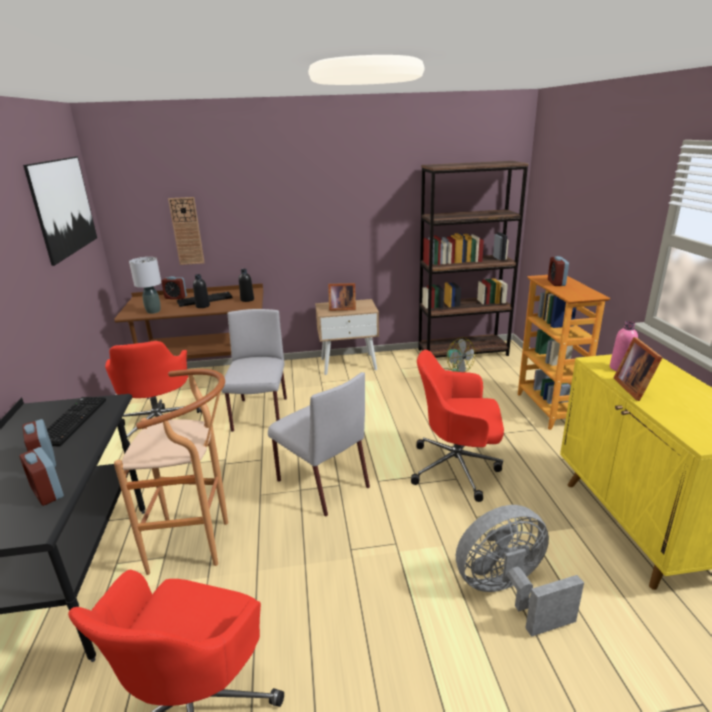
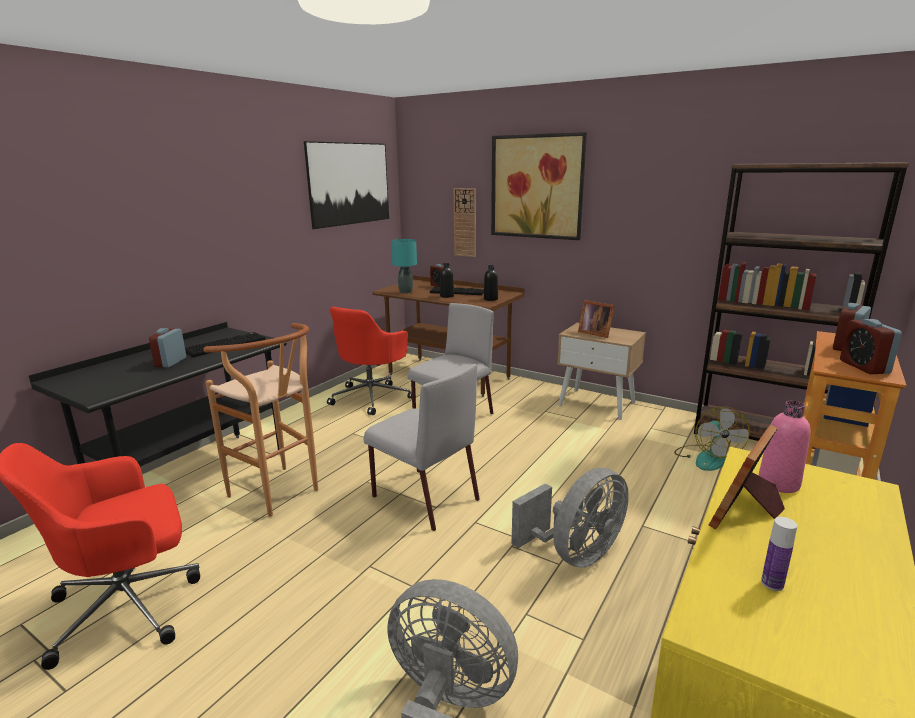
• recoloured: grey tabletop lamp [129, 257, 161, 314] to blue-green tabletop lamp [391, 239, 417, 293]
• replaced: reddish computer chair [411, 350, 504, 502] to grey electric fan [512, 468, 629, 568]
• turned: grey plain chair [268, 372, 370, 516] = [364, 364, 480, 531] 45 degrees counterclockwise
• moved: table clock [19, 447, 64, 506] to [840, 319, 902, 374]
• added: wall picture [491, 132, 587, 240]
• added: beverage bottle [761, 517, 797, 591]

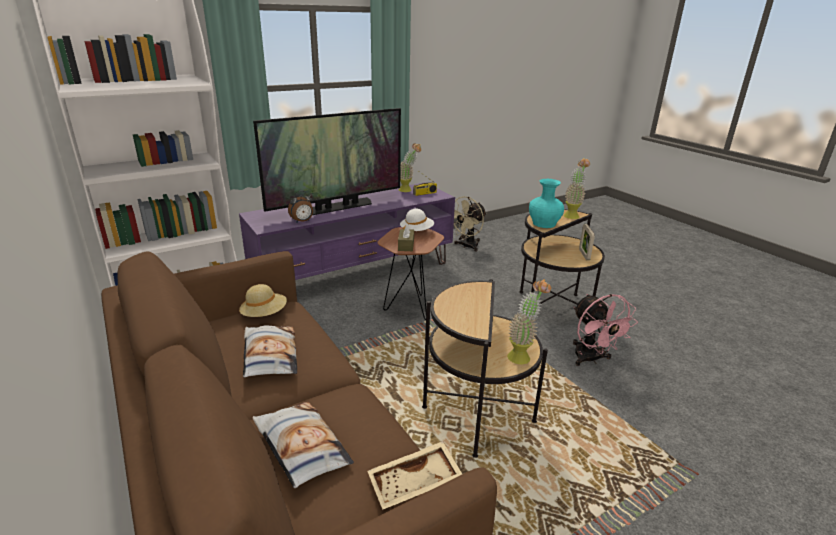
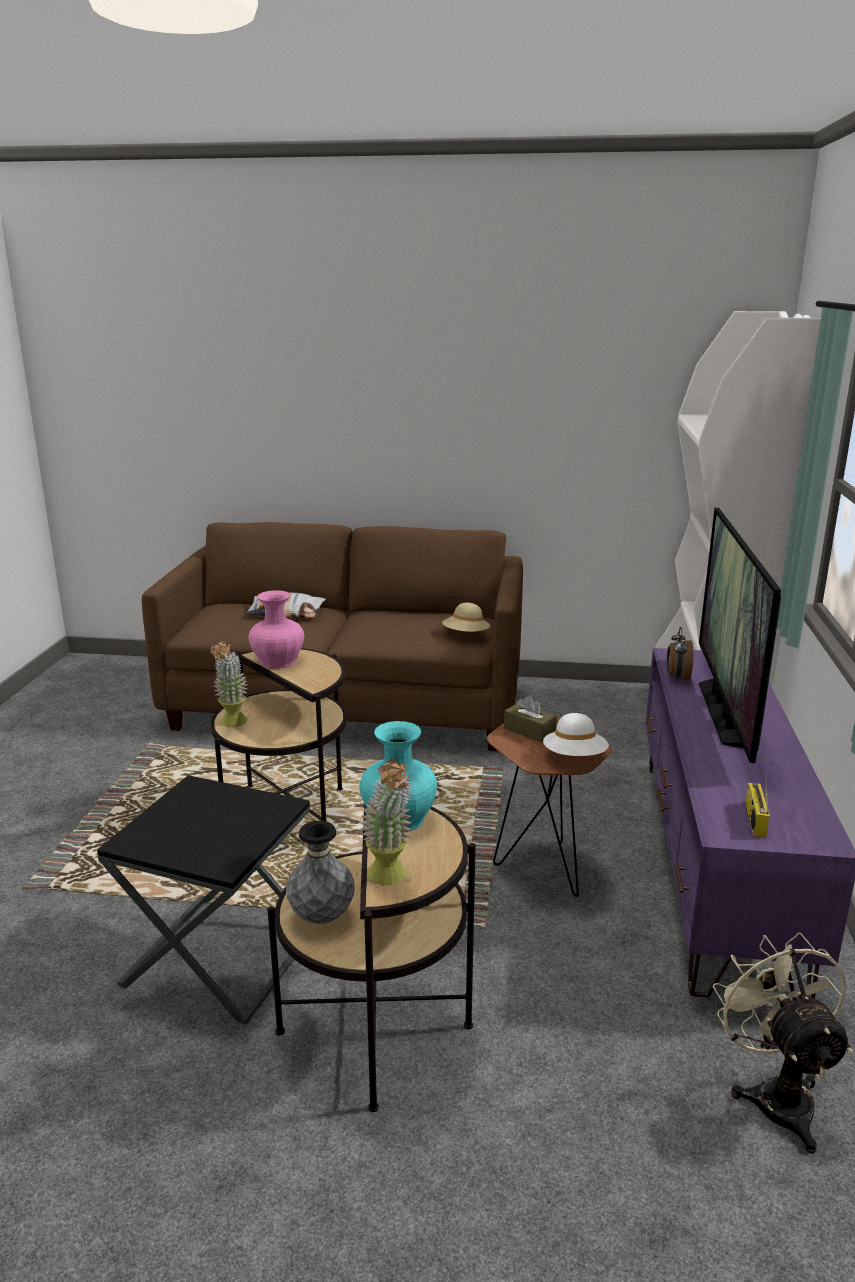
• removed: houseplant [399, 143, 421, 192]
• replaced: picture frame [579, 224, 595, 260] to grey decorative vase [286, 821, 354, 924]
• replaced: pinkish electric fan [573, 294, 638, 366] to black side table [97, 775, 310, 1025]
• removed: pillow [243, 325, 298, 378]
• removed: beige tray [367, 441, 462, 510]
• added: pinkish decorative vase [248, 590, 304, 669]

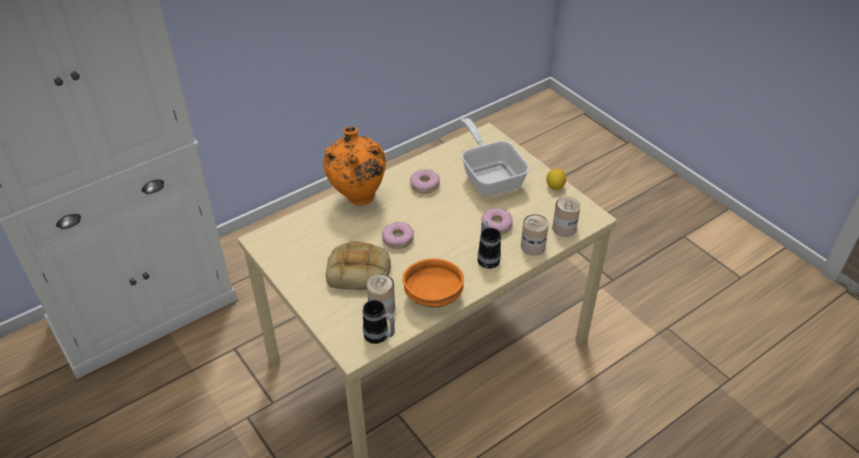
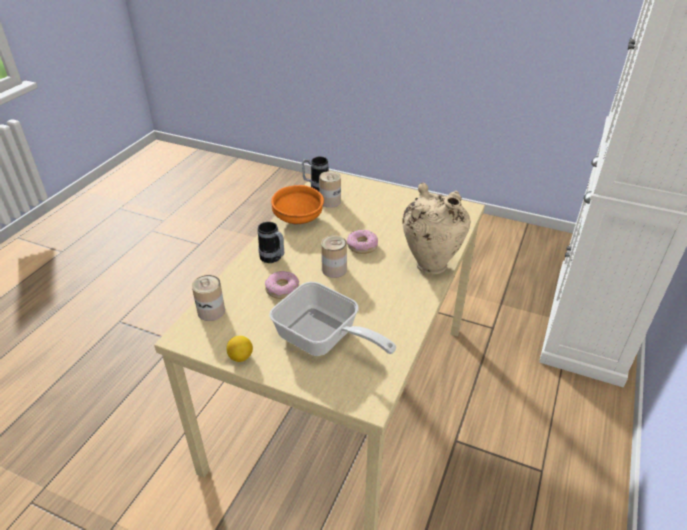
• recoloured: orange decorative vase [323, 127, 386, 205] to beige decorative vase [403, 183, 470, 274]
• removed: doughnut [410, 169, 440, 194]
• moved: can [521, 214, 549, 256] to [321, 235, 347, 278]
• removed: bread [326, 241, 391, 290]

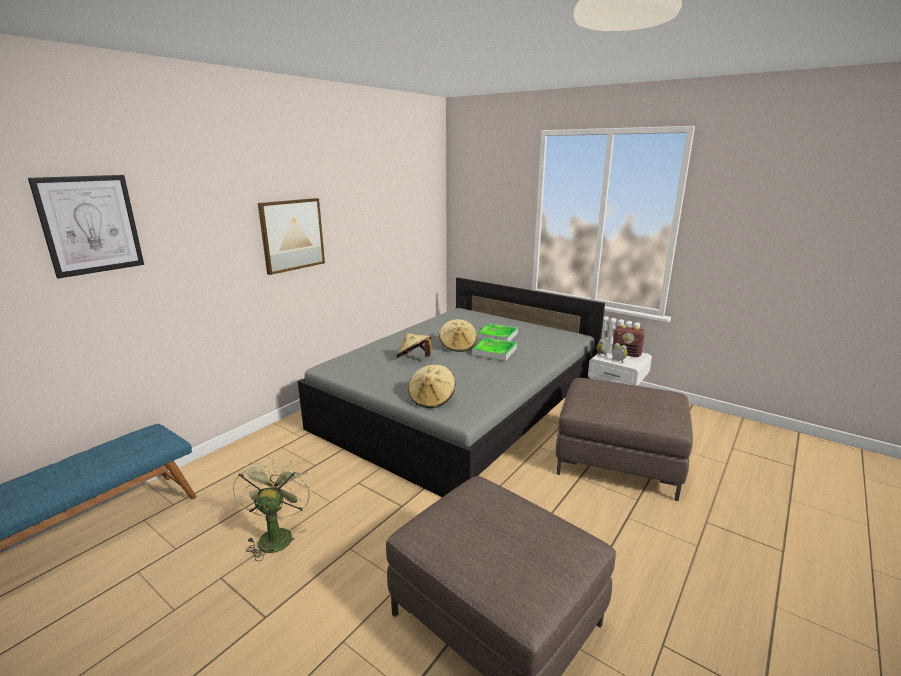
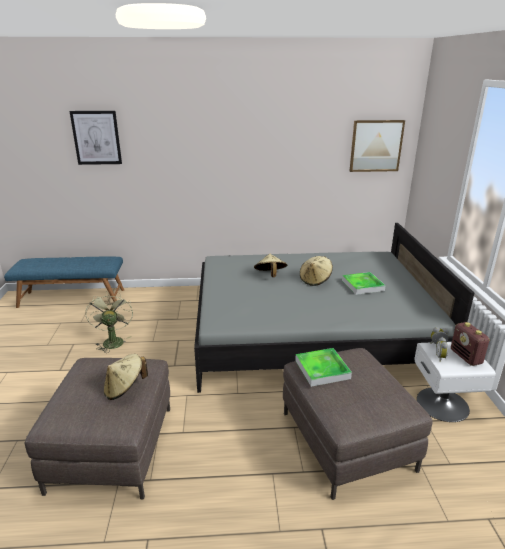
• moved: wall picture [258, 198, 325, 275] to [349, 120, 405, 172]
• moved: tray [472, 338, 517, 361] to [295, 348, 352, 387]
• moved: beige wearable hat [408, 364, 455, 408] to [104, 354, 148, 400]
• turned: green electric fan [233, 456, 311, 561] = [85, 292, 133, 353] 60 degrees counterclockwise

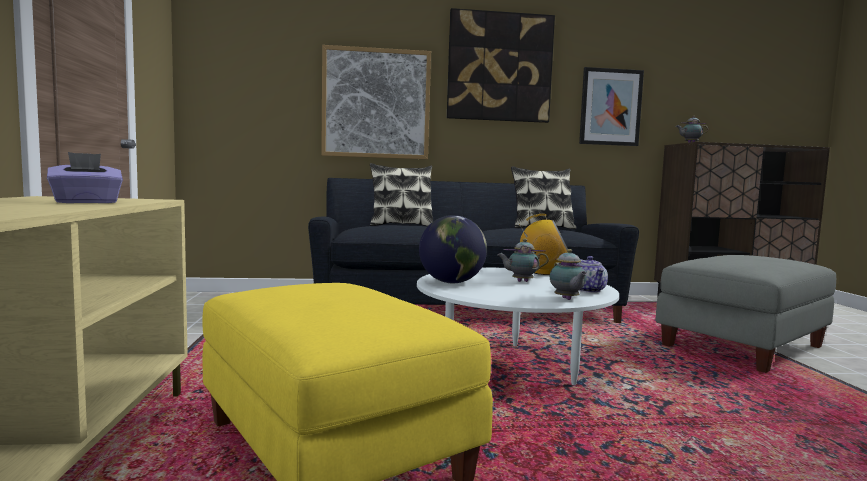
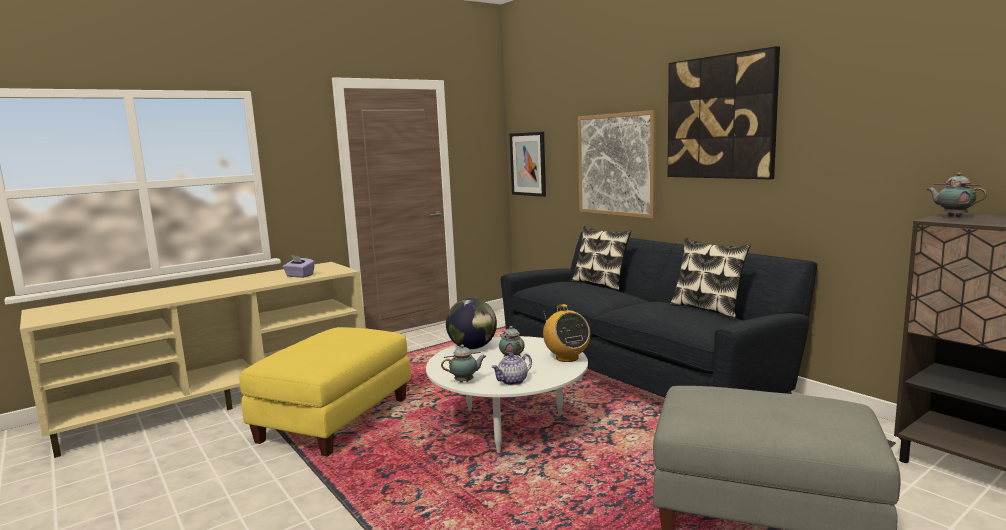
• moved: wall picture [579, 67, 644, 146] to [510, 132, 546, 197]
• turned: tea pot [550, 249, 587, 300] = [441, 344, 486, 383] 150 degrees counterclockwise

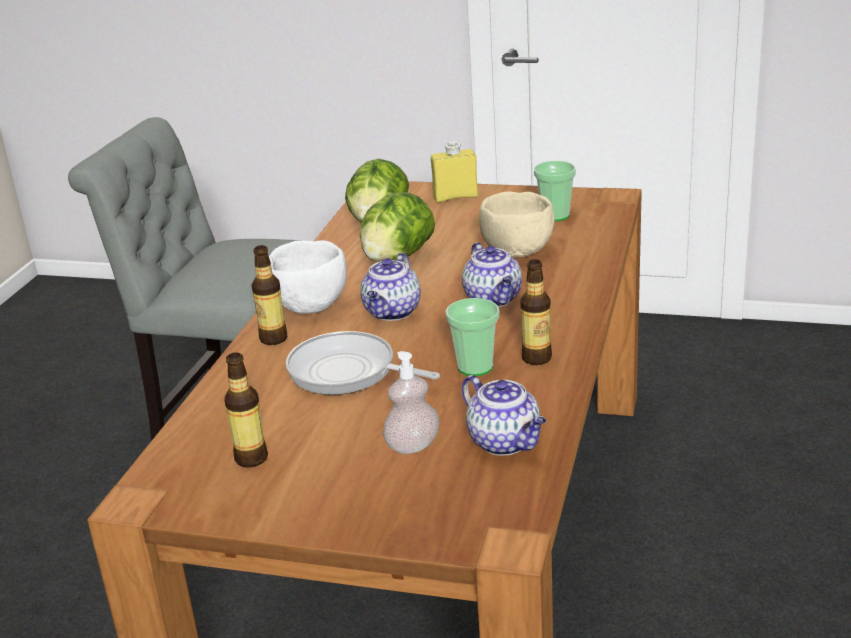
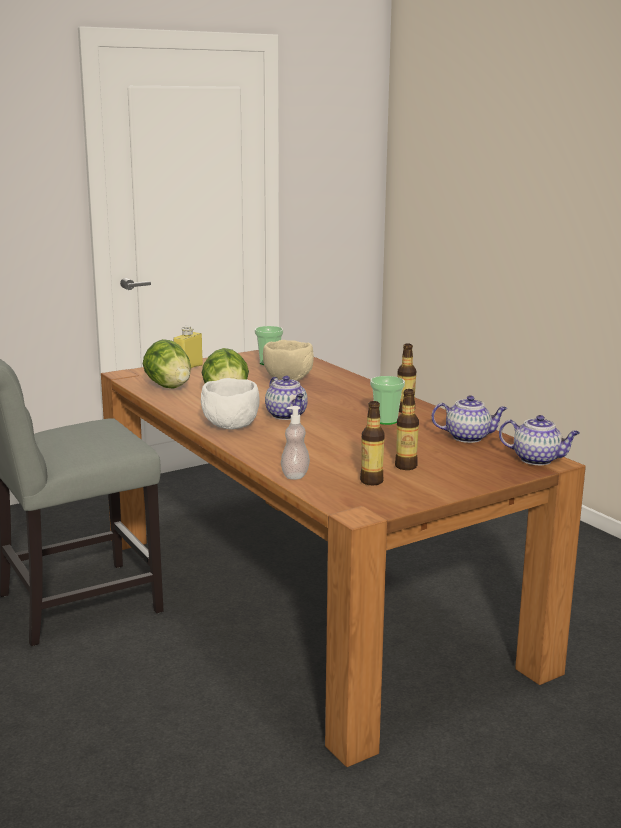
• moved: tea pot [462, 242, 522, 307] to [499, 415, 580, 465]
• moved: beverage bottle [252, 245, 287, 345] to [395, 389, 419, 470]
• removed: pan [286, 331, 440, 395]
• moved: liquid soap bottle [383, 351, 440, 454] to [281, 406, 310, 480]

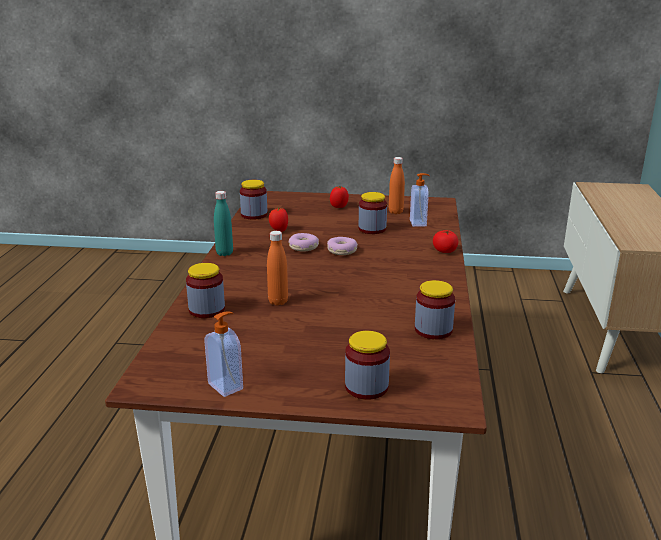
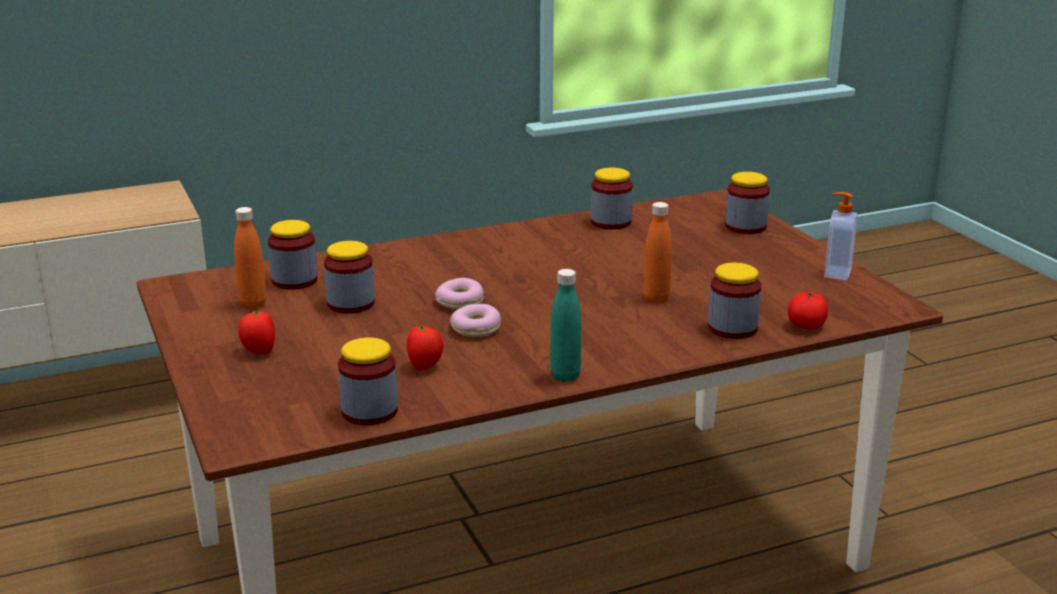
• replaced: liquid soap bottle [410, 173, 430, 227] to storage jar [268, 220, 318, 290]
• moved: tomato [433, 230, 459, 253] to [788, 291, 828, 329]

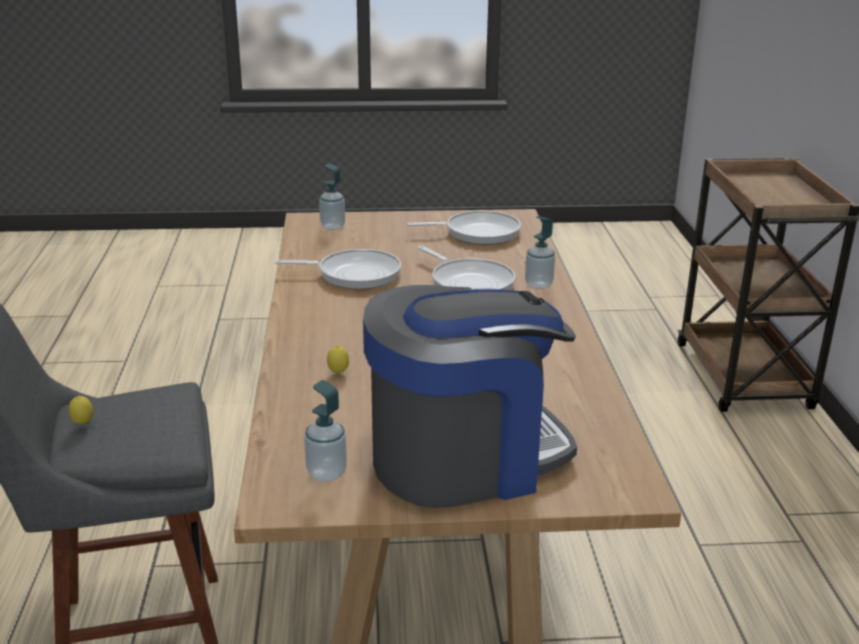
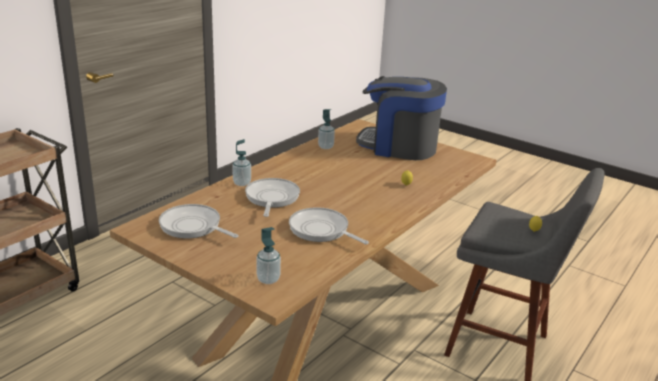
• moved: liquid soap bottle [304, 380, 347, 482] to [318, 109, 335, 149]

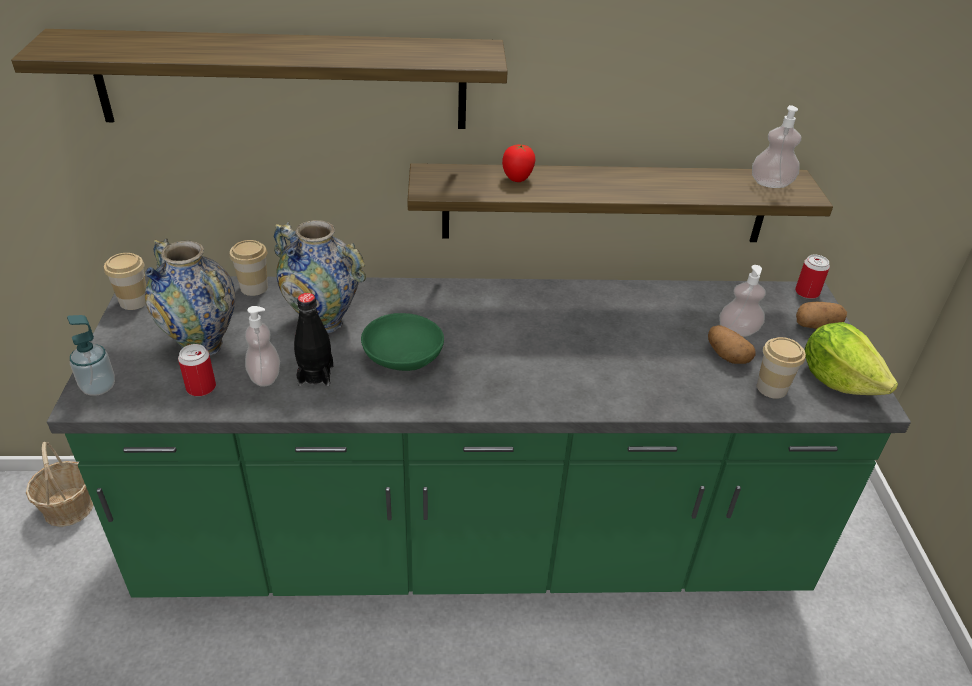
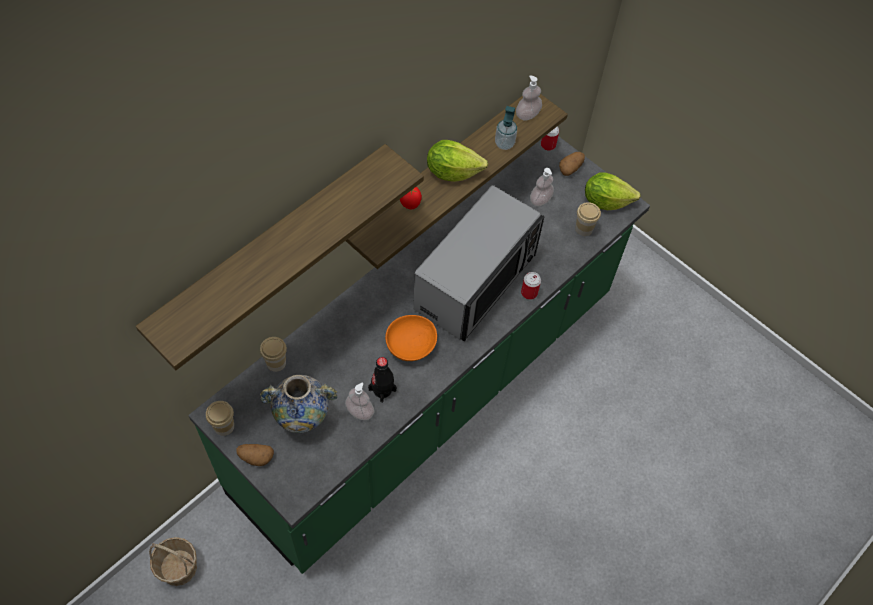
• removed: decorative vase [273, 220, 366, 333]
• recoloured: green serving bowl [361, 313, 444, 371] to orange serving bowl [385, 315, 437, 361]
• moved: liquid soap bottle [67, 315, 115, 396] to [495, 106, 517, 150]
• moved: potato [708, 325, 756, 364] to [237, 444, 274, 466]
• moved: can [178, 344, 216, 397] to [521, 272, 541, 300]
• added: lettuce [427, 140, 488, 182]
• added: kitchen microwave [413, 185, 544, 341]

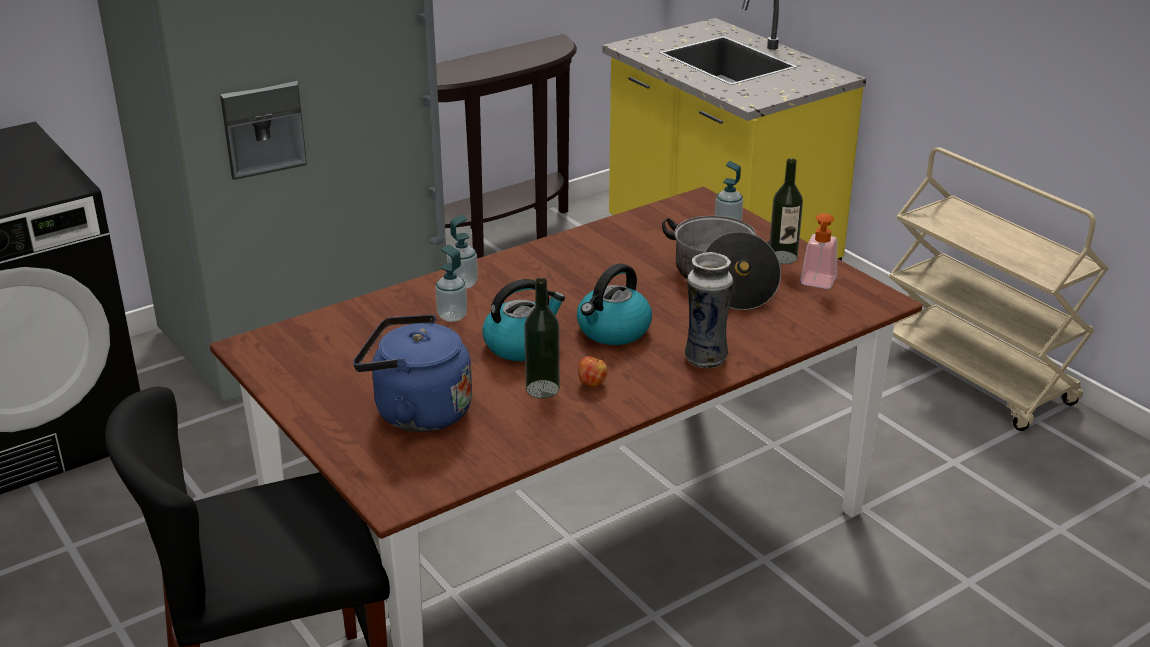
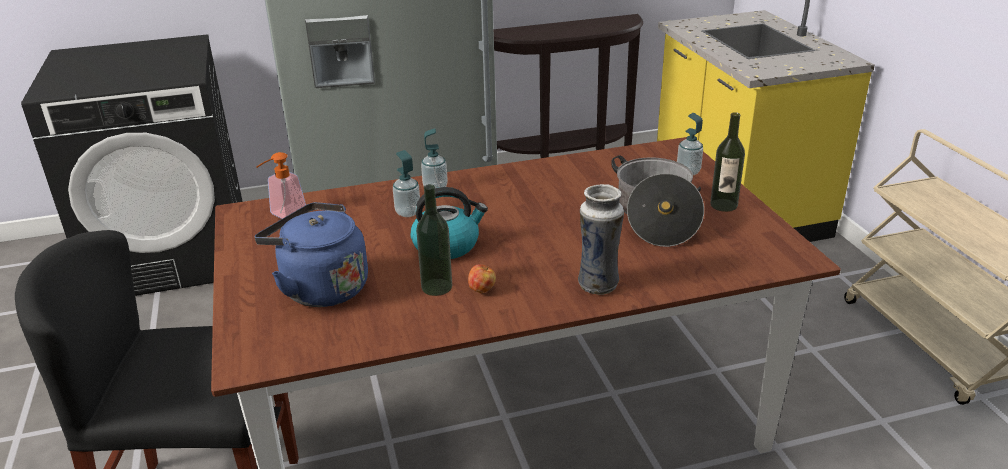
• moved: liquid soap bottle [801, 213, 837, 289] to [256, 152, 306, 219]
• removed: tea kettle [577, 263, 652, 345]

